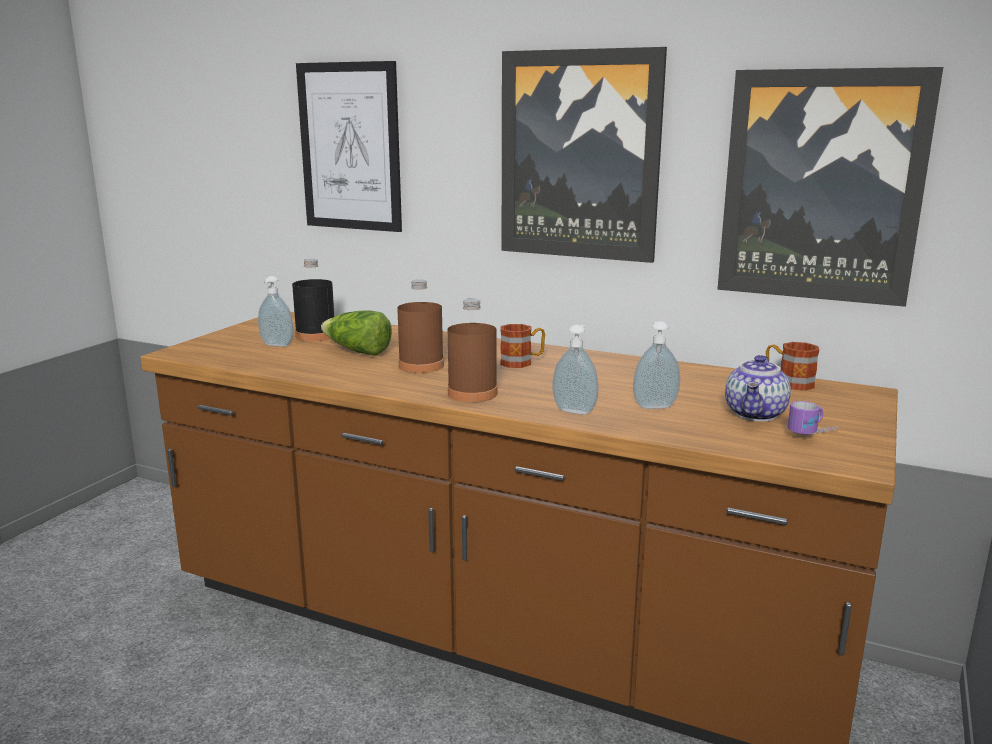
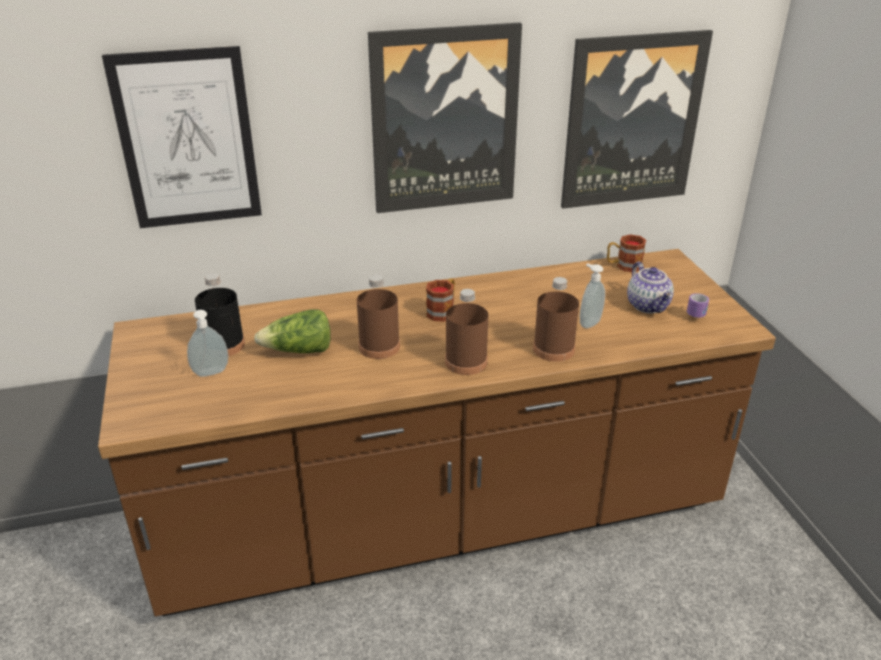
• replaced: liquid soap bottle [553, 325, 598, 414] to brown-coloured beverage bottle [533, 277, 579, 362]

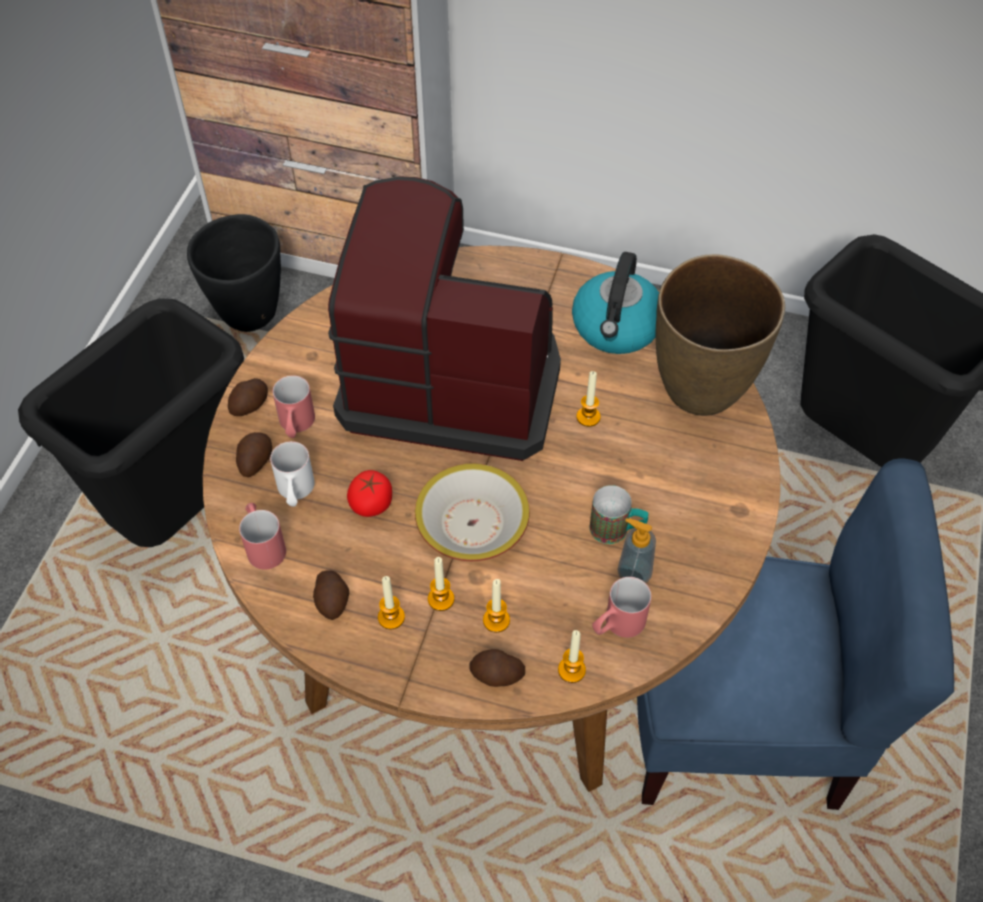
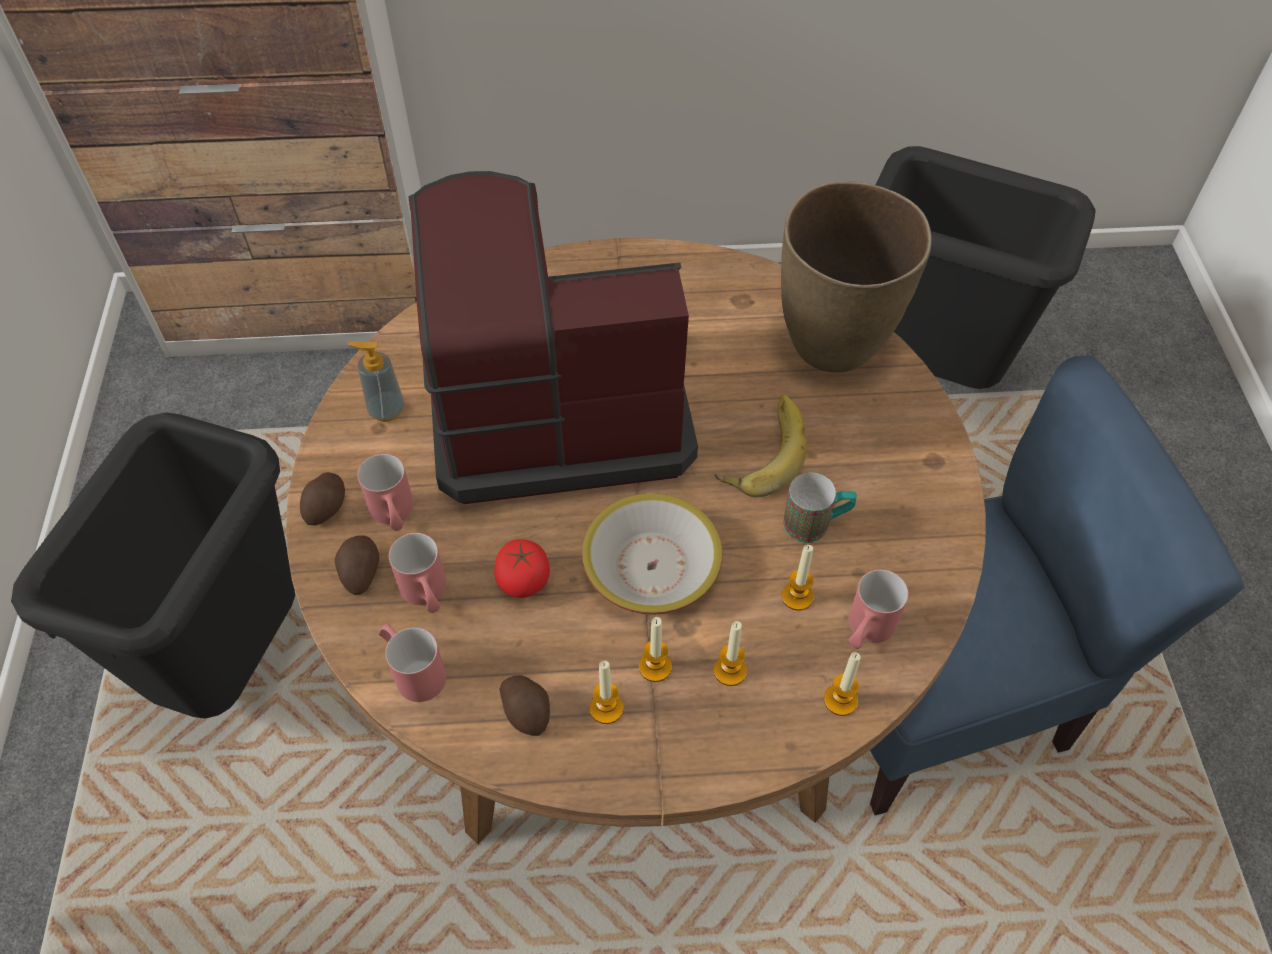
• removed: black plant pot [187, 214, 281, 332]
• removed: tea kettle [572, 252, 659, 354]
• moved: candle [576, 371, 601, 427] to [781, 545, 814, 611]
• recoloured: white-coloured mug [270, 441, 315, 507] to reddish mug [389, 533, 446, 613]
• moved: liquid soap bottle [618, 518, 656, 583] to [348, 342, 404, 422]
• removed: potato [469, 649, 525, 687]
• added: whole banana [715, 395, 807, 497]

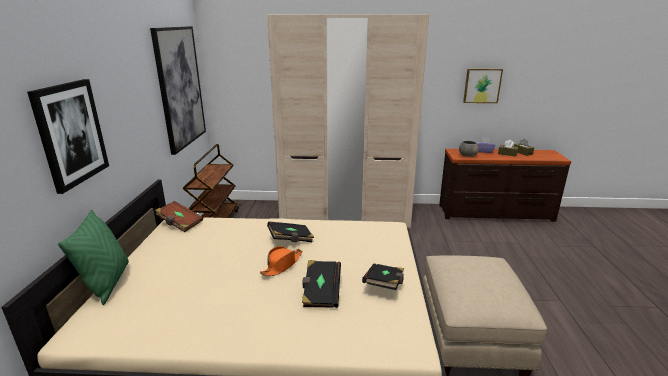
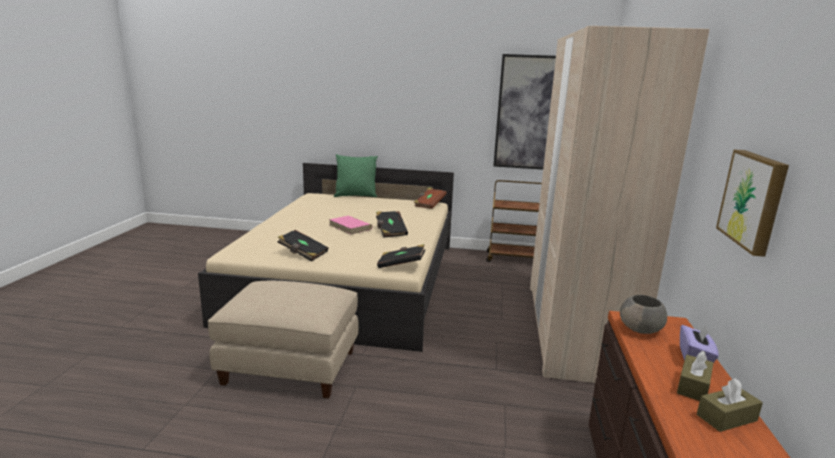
• removed: wall picture [27, 79, 109, 194]
• replaced: orange wearable hat [260, 246, 302, 276] to pinkish book [329, 216, 372, 235]
• moved: black book [302, 260, 341, 308] to [377, 244, 425, 268]

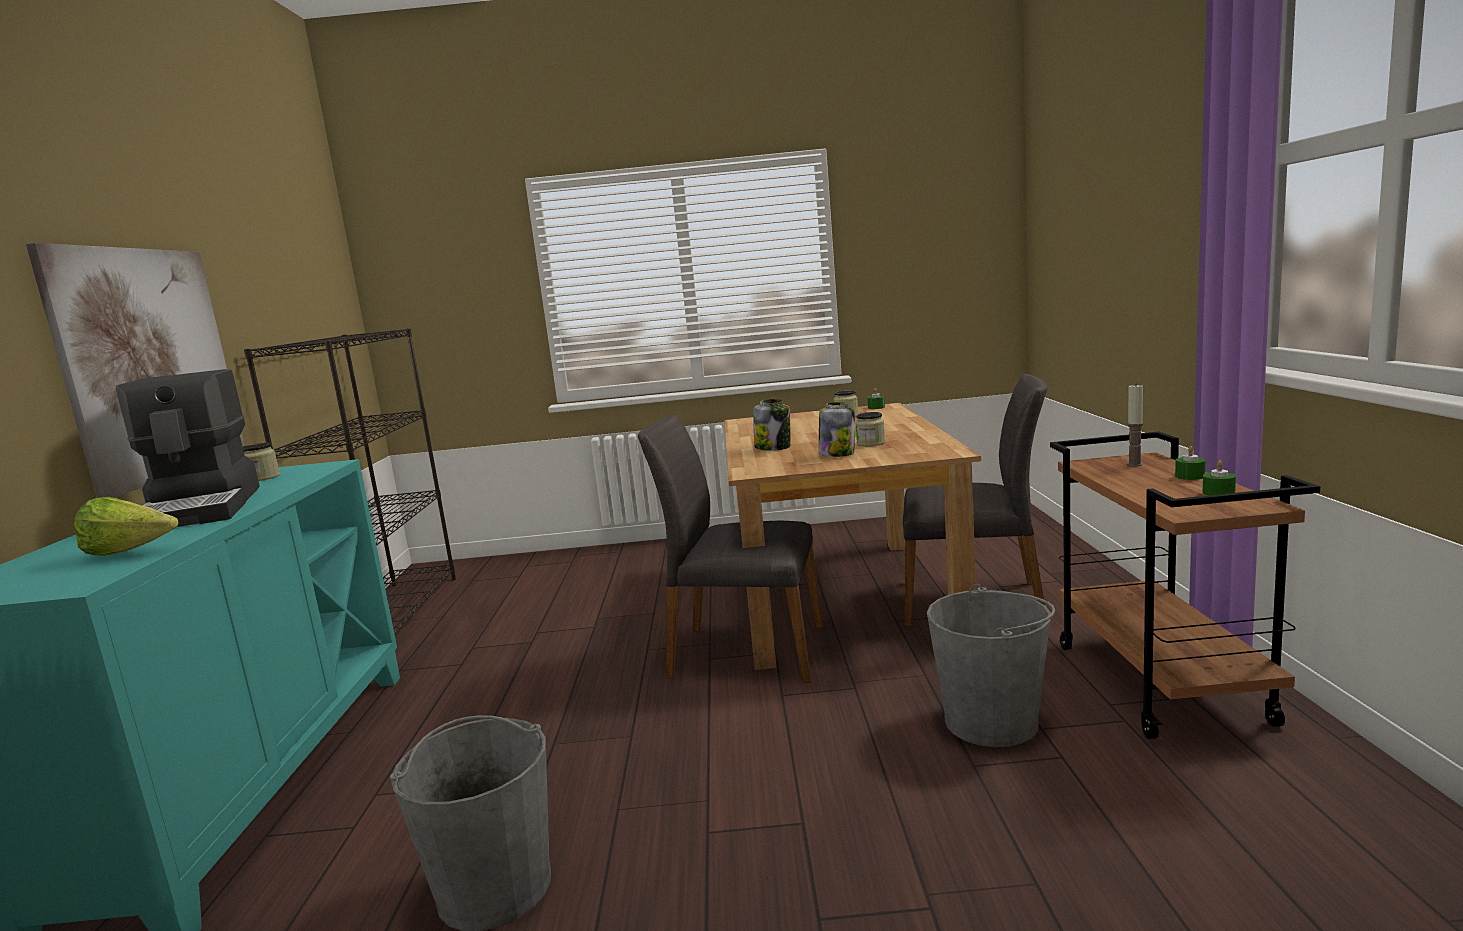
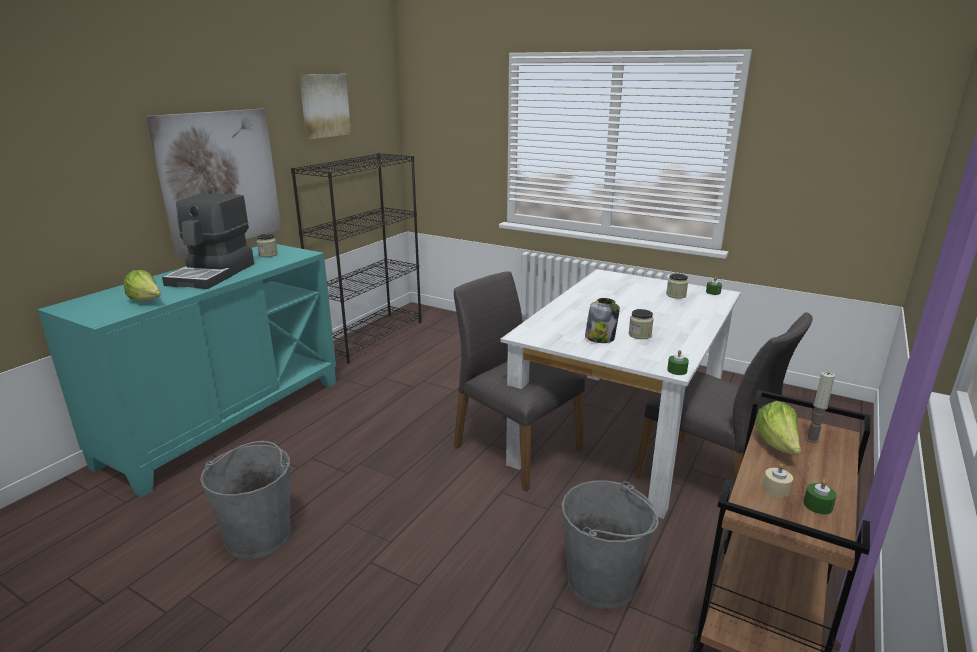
• removed: storage jar [753, 399, 790, 451]
• recoloured: brown-coloured kitchen table [724, 403, 981, 670] to white-coloured kitchen table [501, 269, 741, 519]
• moved: green candle [1175, 446, 1206, 480] to [667, 350, 689, 375]
• added: wall picture [299, 74, 351, 139]
• added: lettuce [755, 401, 801, 455]
• added: beige candle [762, 464, 793, 497]

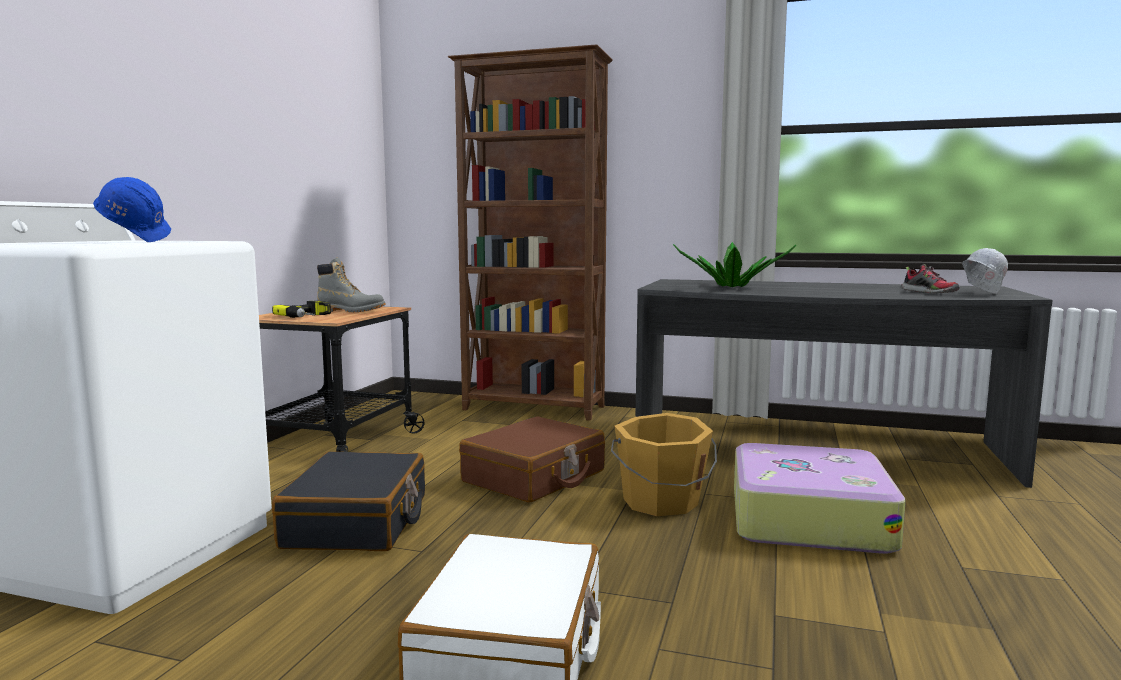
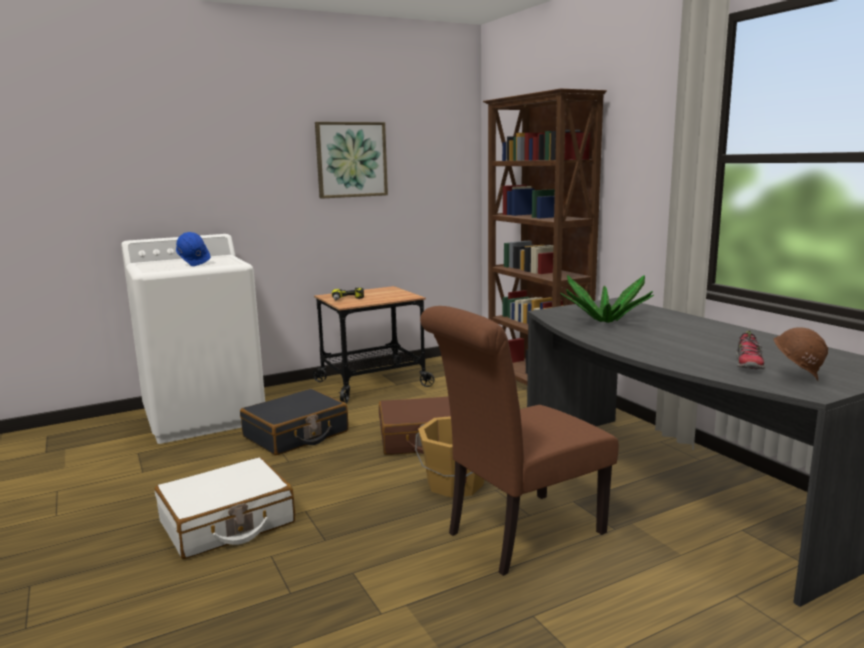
• recoloured: white-coloured hard hat [962, 248, 1008, 294] to brown-coloured hard hat [774, 327, 828, 381]
• removed: grey high-top boot [317, 257, 386, 312]
• replaced: piece of luggage [734, 443, 906, 554] to brown-coloured plain chair [420, 306, 619, 576]
• added: wall picture [315, 122, 388, 199]

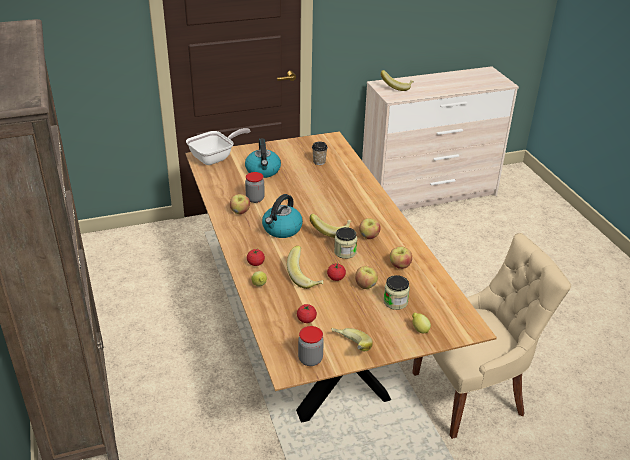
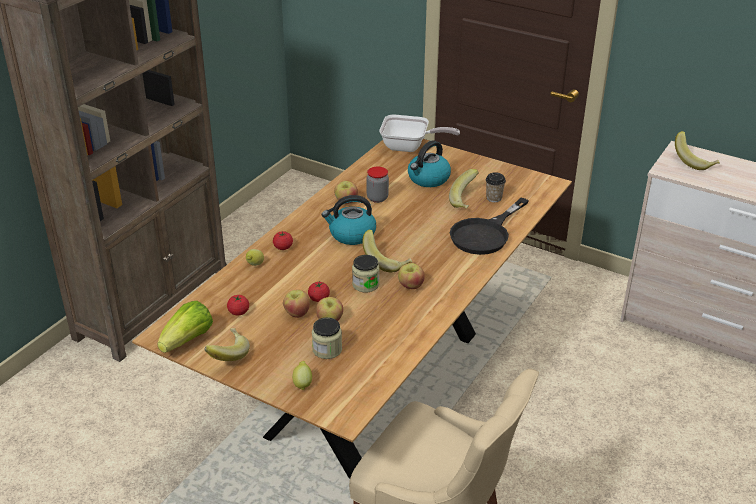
• moved: whole banana [287, 246, 323, 289] to [449, 169, 479, 209]
• moved: apple [390, 246, 412, 269] to [283, 290, 310, 318]
• replaced: storage jar [298, 326, 324, 366] to lettuce [157, 301, 213, 353]
• added: black pan [450, 198, 529, 255]

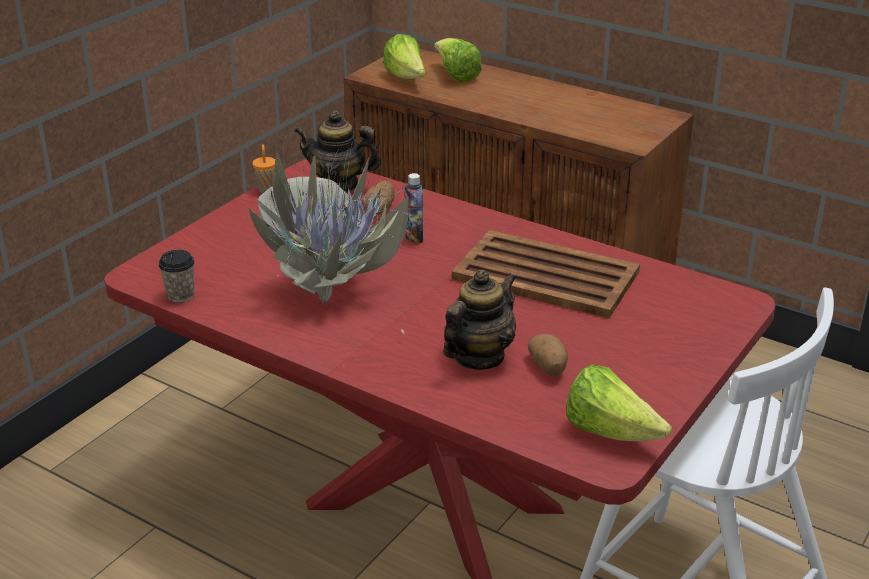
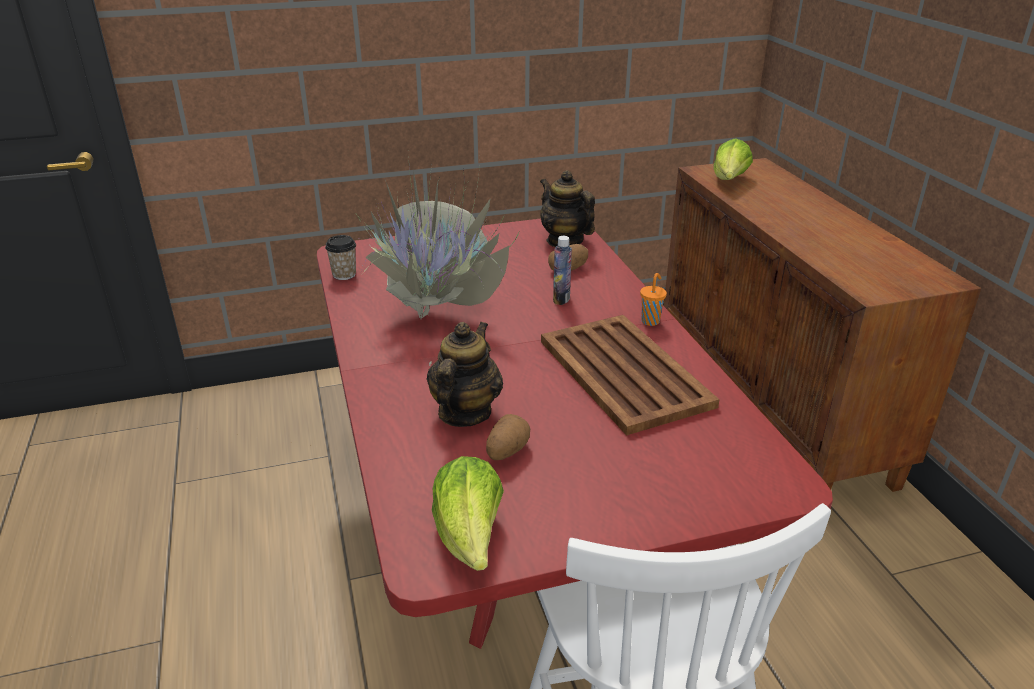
• removed: lettuce [434, 38, 482, 82]
• moved: orange drinking cup [252, 144, 275, 193] to [640, 273, 667, 326]
• turned: tea pot [443, 270, 517, 370] = [427, 322, 503, 427] 60 degrees counterclockwise

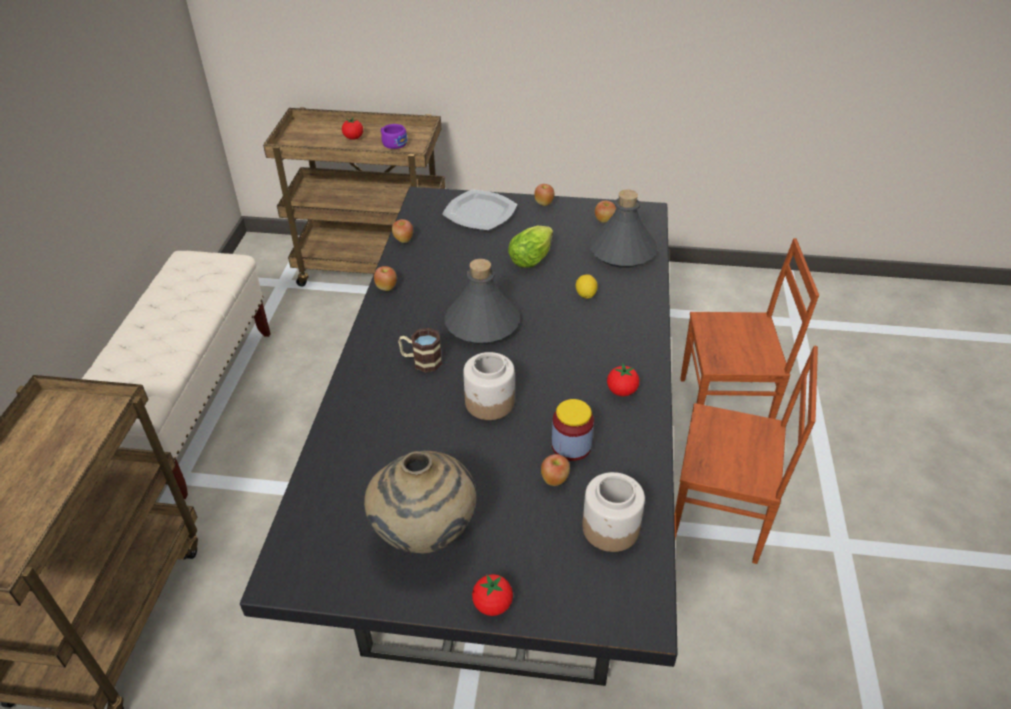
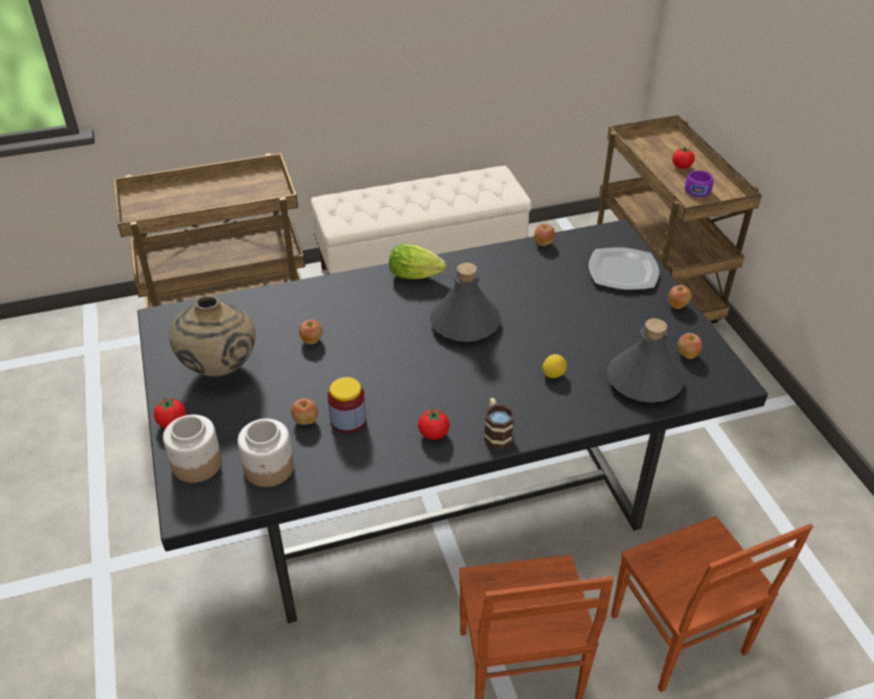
• moved: lettuce [508, 226, 553, 268] to [389, 244, 446, 279]
• moved: apple [374, 266, 397, 291] to [299, 319, 323, 344]
• moved: mug [398, 328, 442, 372] to [484, 398, 515, 449]
• moved: storage jar [463, 352, 515, 420] to [163, 415, 222, 483]

